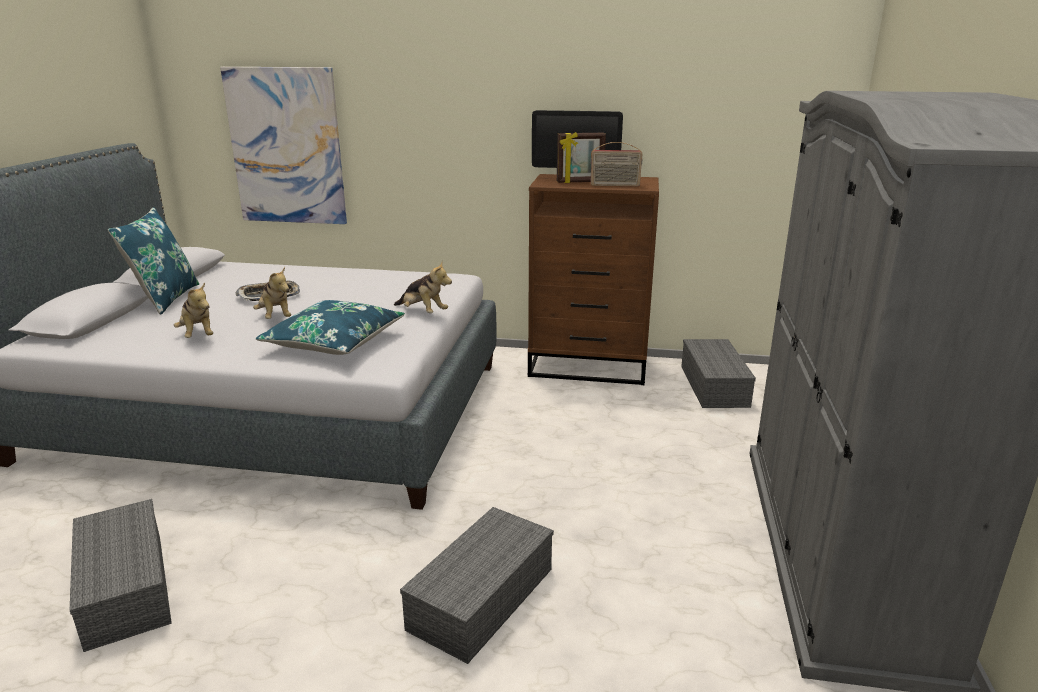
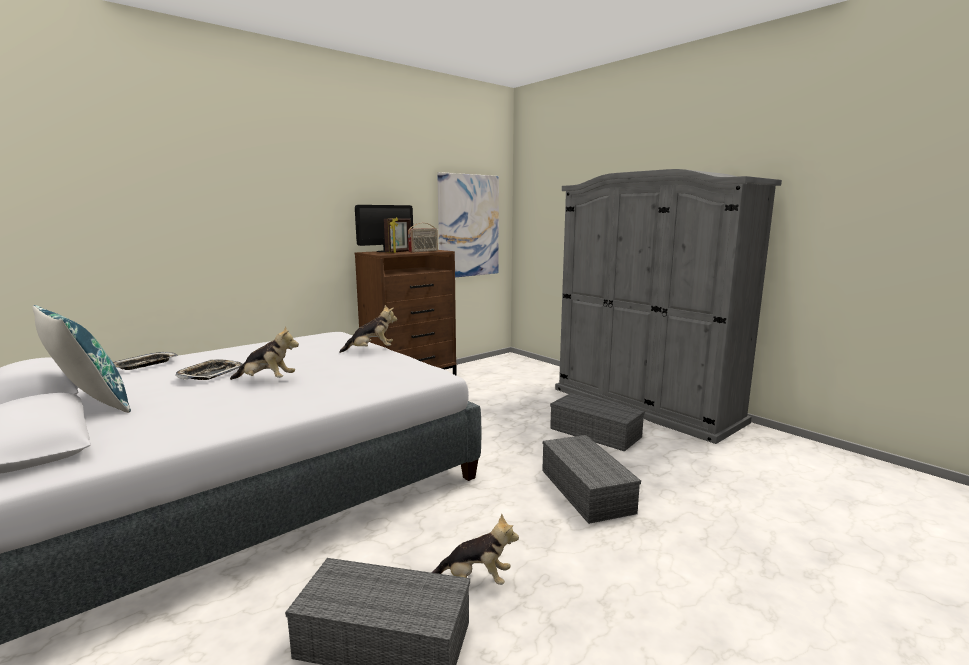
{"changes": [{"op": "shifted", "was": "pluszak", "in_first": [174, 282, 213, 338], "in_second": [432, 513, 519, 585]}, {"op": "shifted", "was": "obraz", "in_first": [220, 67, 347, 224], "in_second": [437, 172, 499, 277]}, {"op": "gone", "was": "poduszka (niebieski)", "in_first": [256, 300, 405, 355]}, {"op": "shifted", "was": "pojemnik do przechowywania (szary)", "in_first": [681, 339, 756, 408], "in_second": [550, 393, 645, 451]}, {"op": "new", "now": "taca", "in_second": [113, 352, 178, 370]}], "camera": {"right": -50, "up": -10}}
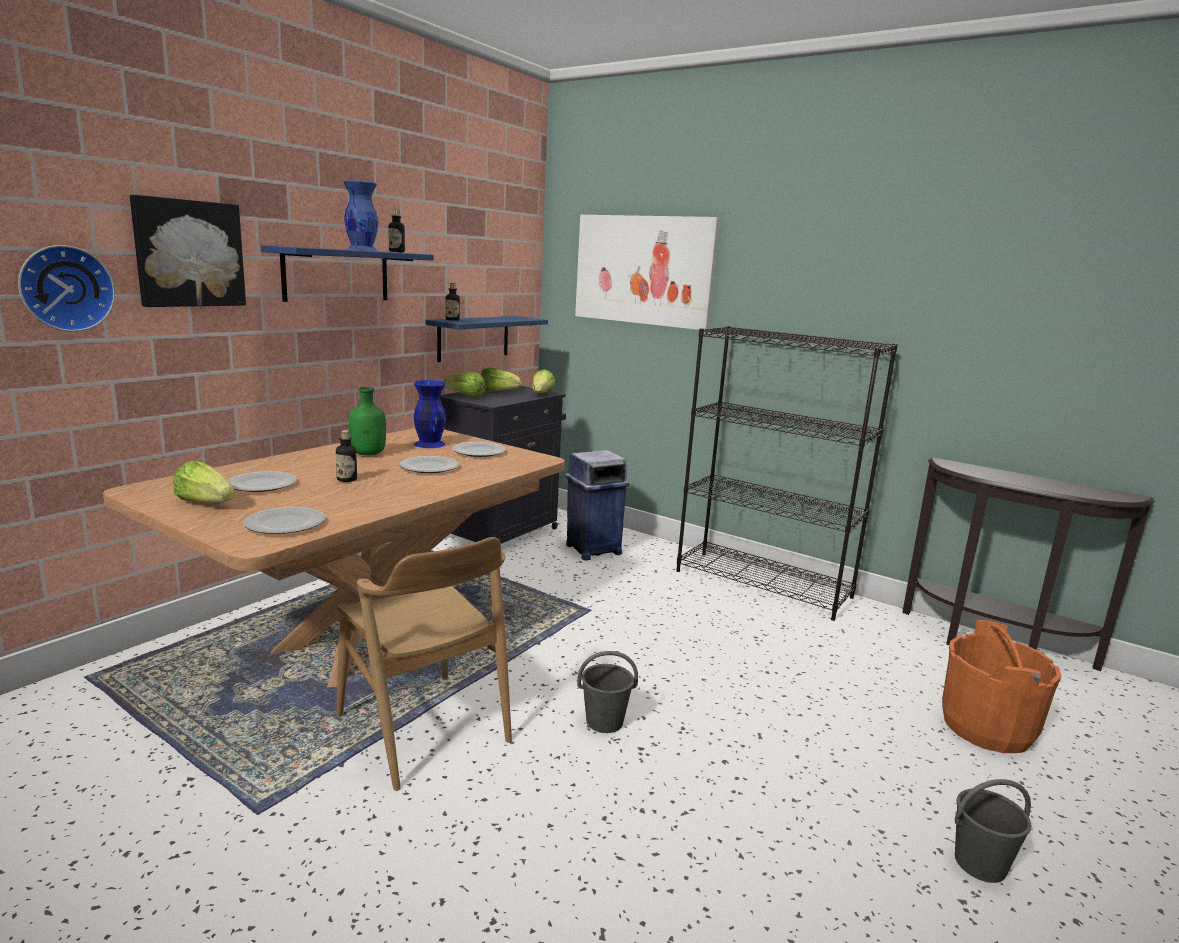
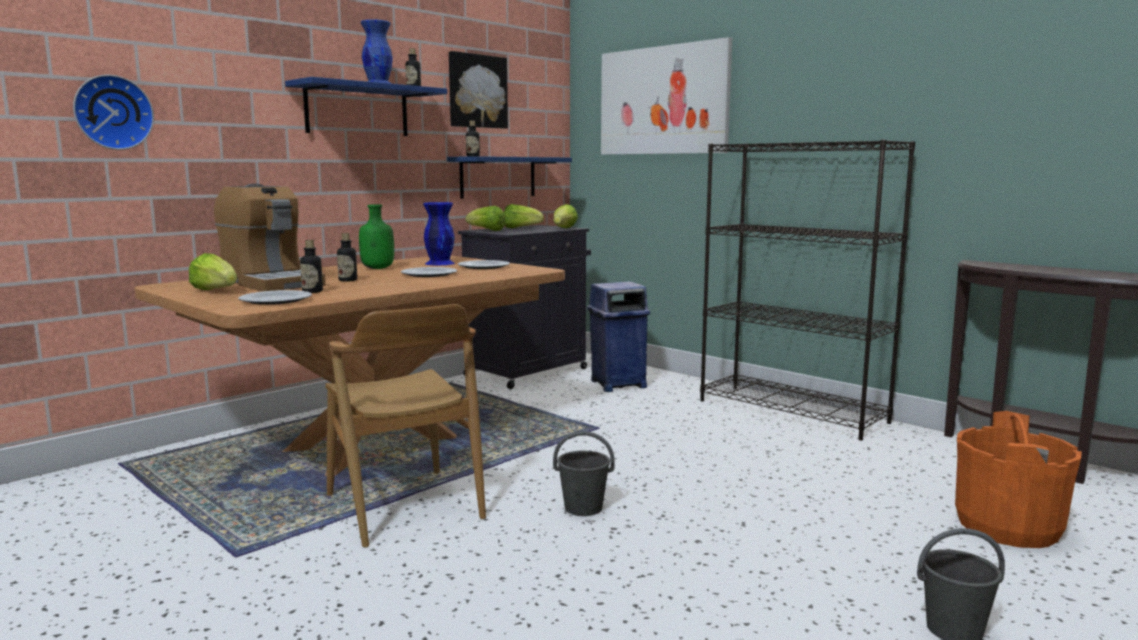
{"changes": [{"op": "shifted", "was": "obraz", "in_first": [130, 195, 246, 307], "in_second": [449, 51, 508, 129]}, {"op": "swapped", "was": "talerz", "now": "ekspres do kawy", "in_first": [228, 471, 297, 492], "in_second": [214, 184, 326, 292]}, {"op": "new", "now": "butelka", "in_second": [300, 240, 323, 293]}], "camera": {"right": 10, "up": -5}}
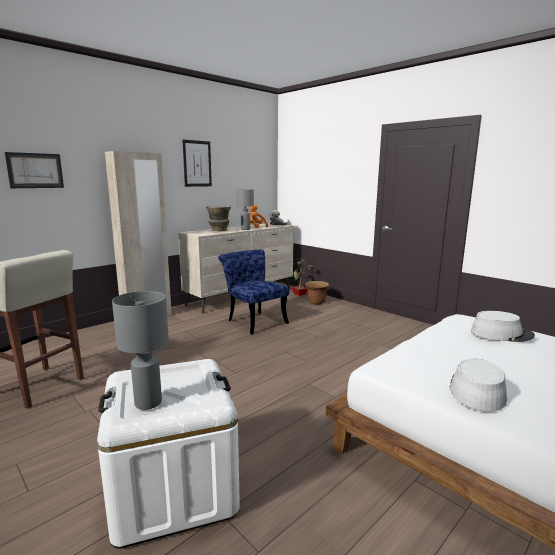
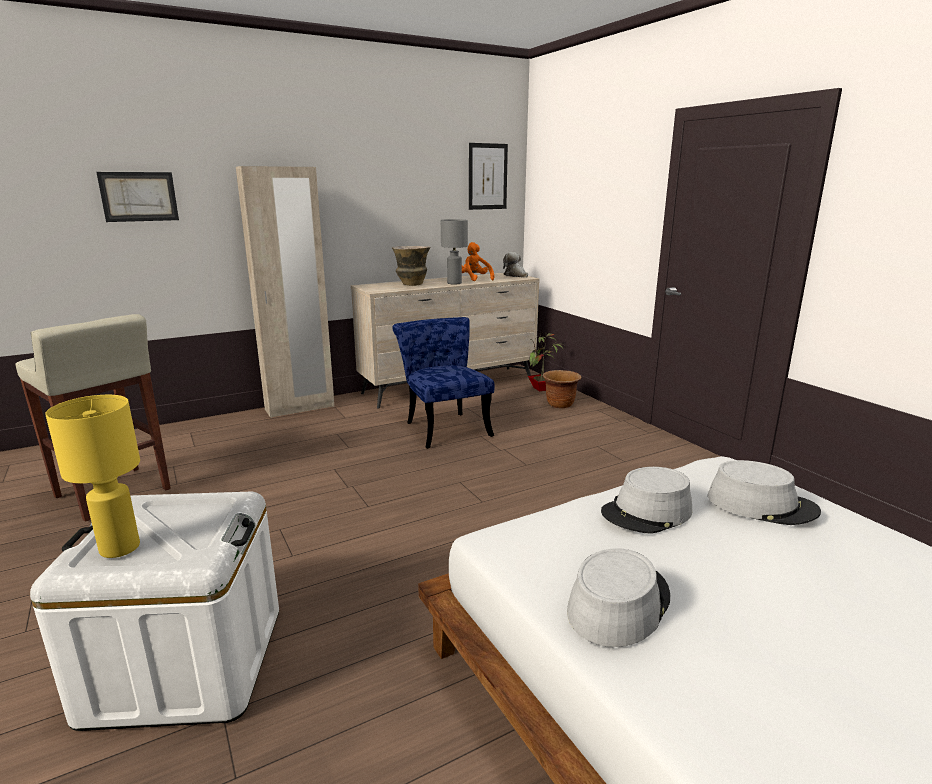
{"changes": [{"op": "repainted", "was": "lampa stołowa (szary)", "now": "lampa stołowa (żółty)", "in_first": [112, 291, 169, 410], "in_second": [45, 395, 140, 558]}, {"op": "shifted", "was": "obraz", "in_first": [182, 140, 212, 187], "in_second": [469, 143, 508, 210]}, {"op": "new", "now": "kapelusz (szary)", "in_second": [601, 467, 692, 534]}], "camera": {"right": 15, "up": 5}}
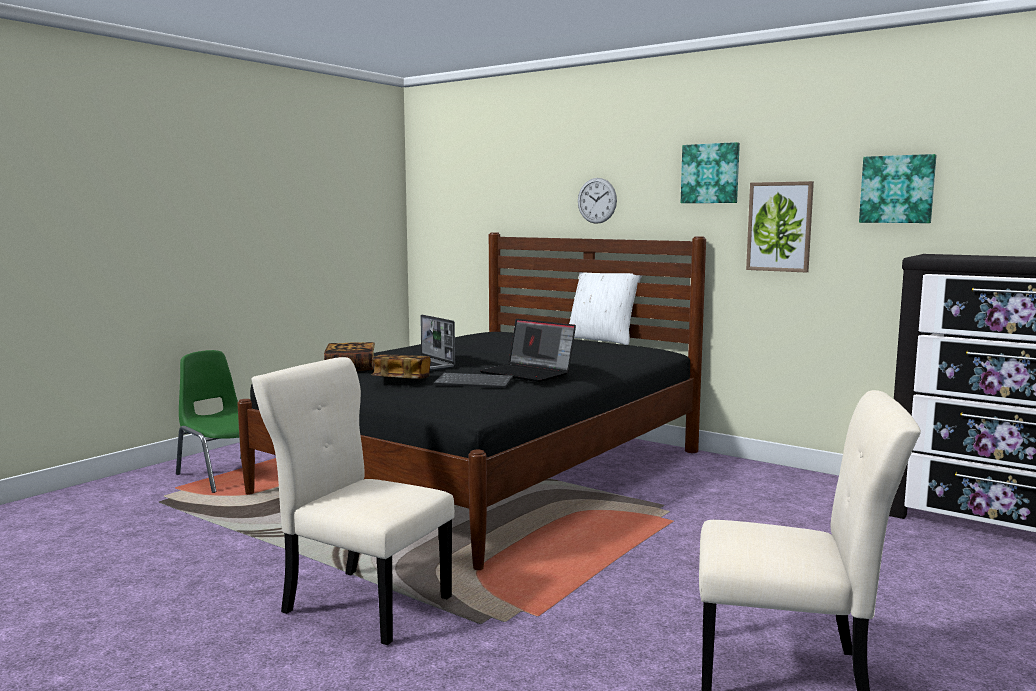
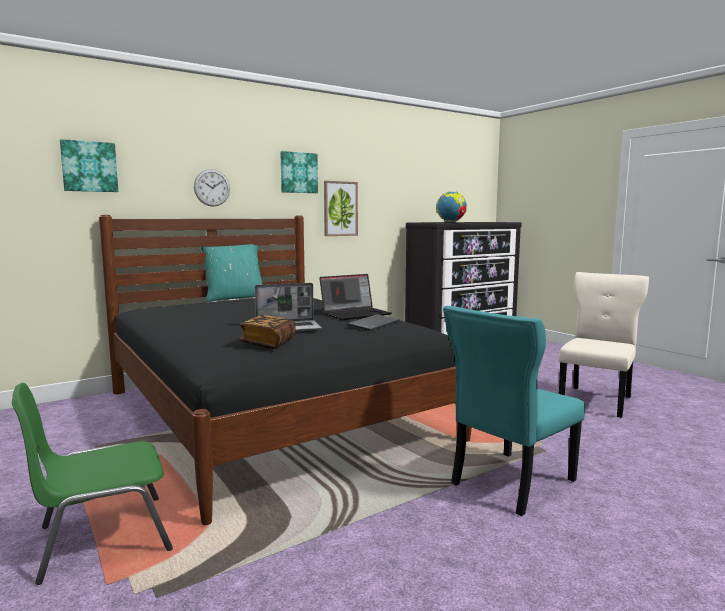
{"changes": [{"op": "repainted", "was": "krzesło (beżowy)", "now": "krzesło (turkusowy)", "in_first": [252, 357, 455, 645], "in_second": [443, 306, 585, 516]}, {"op": "gone", "was": "książka", "in_first": [372, 355, 431, 379]}, {"op": "repainted", "was": "poduszka (biały)", "now": "poduszka (turkusowy)", "in_first": [569, 272, 642, 345], "in_second": [201, 244, 262, 302]}, {"op": "shifted", "was": "obraz", "in_first": [859, 154, 937, 223], "in_second": [60, 139, 118, 192]}, {"op": "new", "now": "globus", "in_second": [436, 192, 467, 222]}], "camera": {"right": -70, "up": 0}}
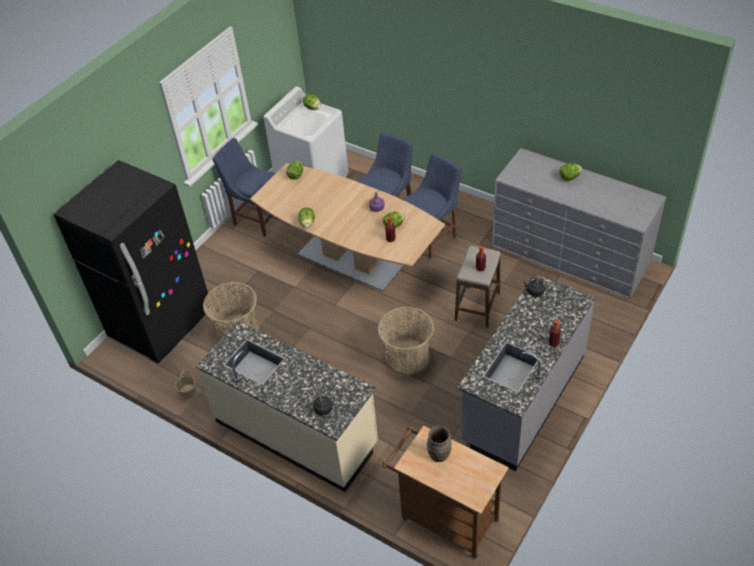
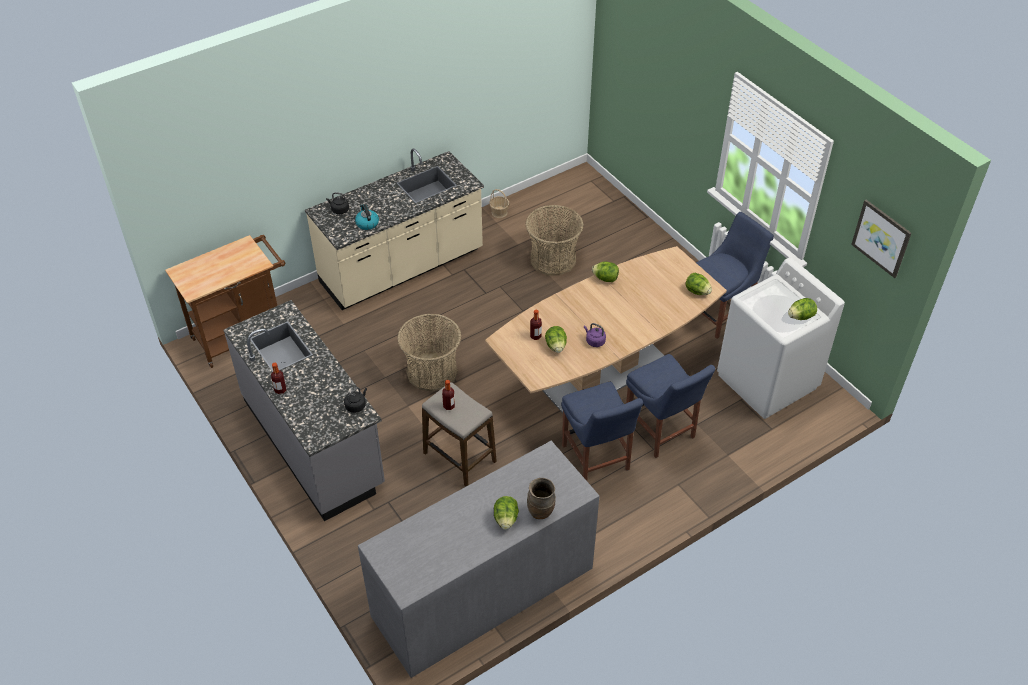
{"changes": [{"op": "gone", "was": "lodówka (czarny)", "in_first": [54, 160, 211, 364]}, {"op": "shifted", "was": "wazon (brązowy)", "in_first": [427, 425, 452, 462], "in_second": [527, 478, 556, 519]}, {"op": "new", "now": "czajnik", "in_second": [355, 204, 379, 230]}, {"op": "new", "now": "obraz", "in_second": [851, 200, 911, 278]}], "camera": {"right": 110, "up": 0}}
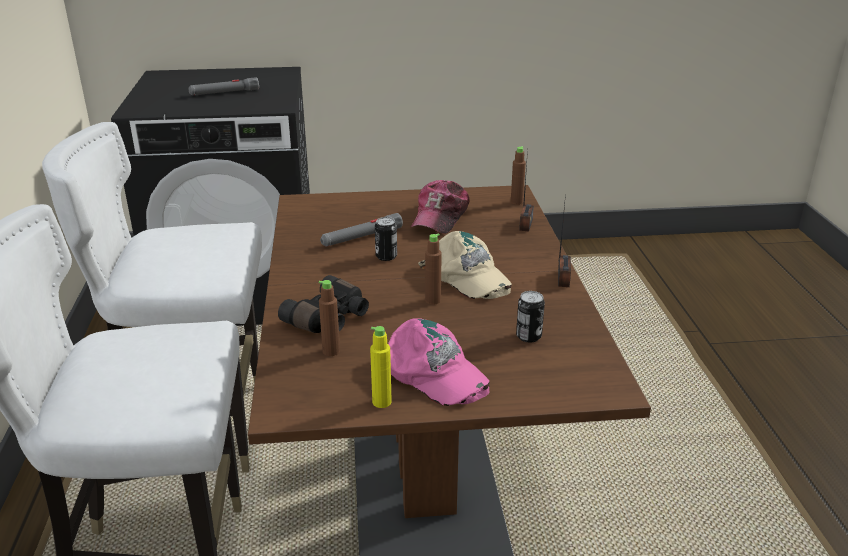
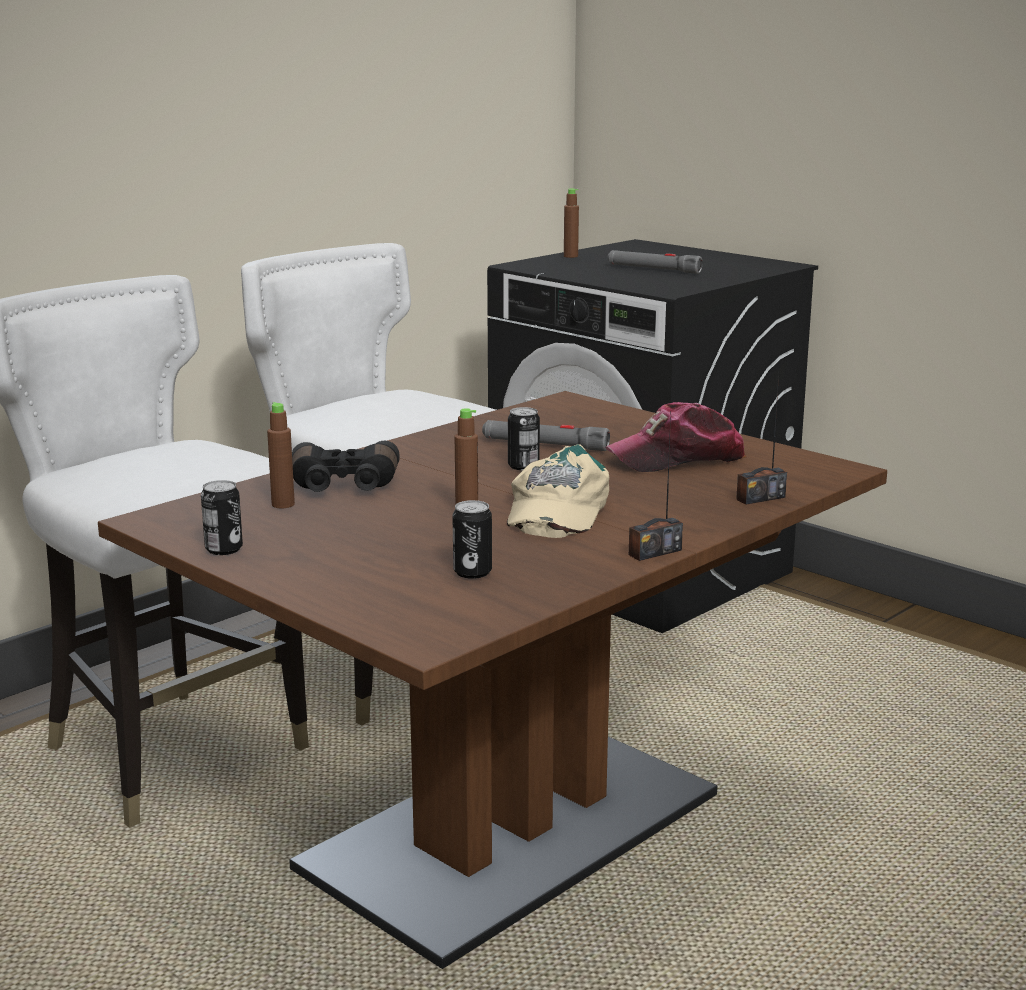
{"changes": [{"op": "swapped", "was": "butelka (żółty)", "now": "puszka", "in_first": [370, 326, 392, 408], "in_second": [201, 480, 243, 555]}, {"op": "gone", "was": "czapka z daszkiem (różowy)", "in_first": [388, 318, 490, 406]}, {"op": "shifted", "was": "butelka (brązowy)", "in_first": [511, 146, 526, 205], "in_second": [564, 189, 579, 258]}], "camera": {"right": 50, "up": -10}}
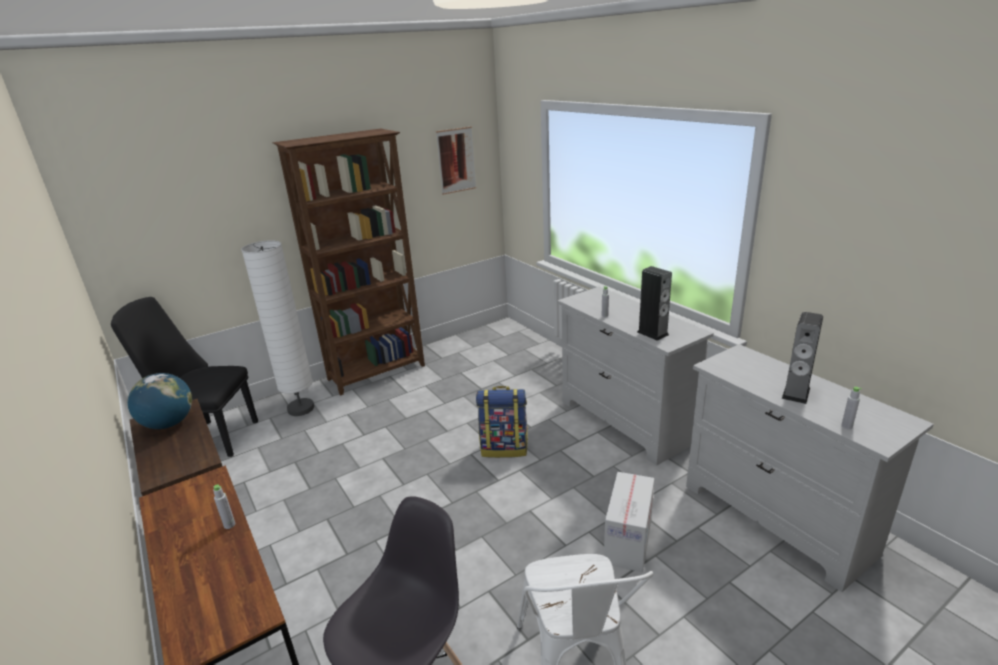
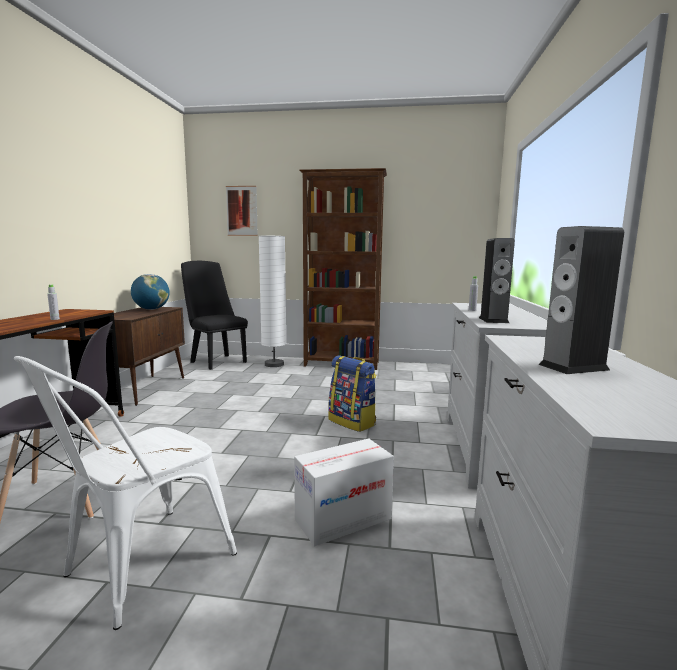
{"changes": [{"op": "shifted", "was": "obraz", "in_first": [436, 127, 476, 195], "in_second": [226, 186, 258, 236]}, {"op": "gone", "was": "butelka (szary)", "in_first": [841, 387, 862, 429]}], "camera": {"right": 40, "up": -15}}
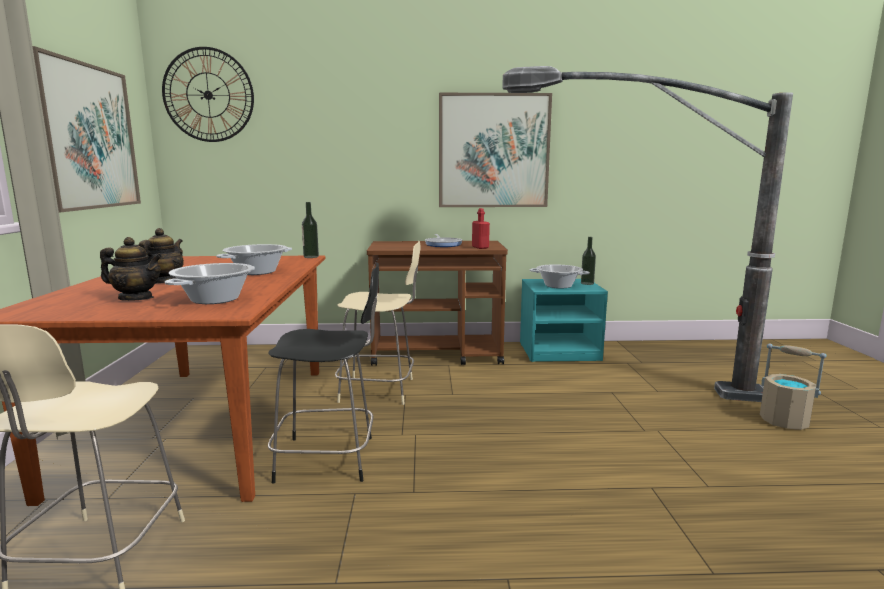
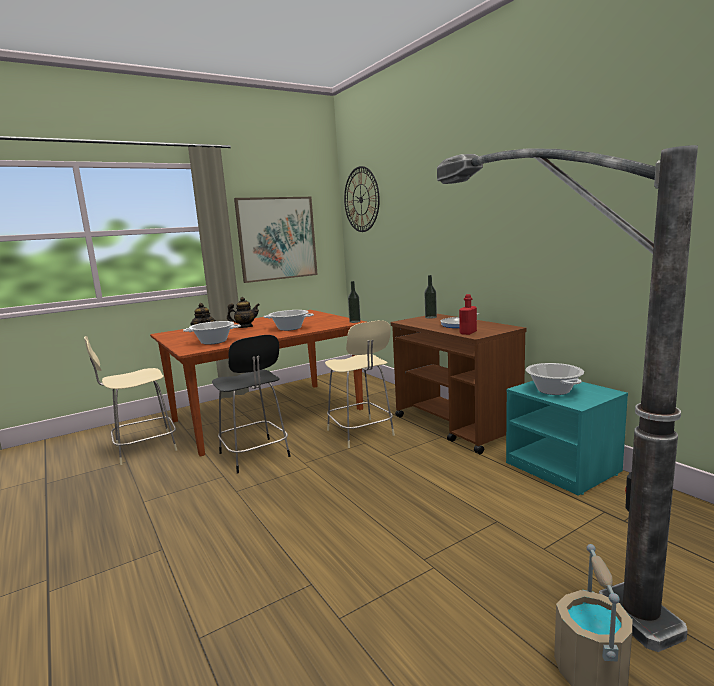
{"changes": [{"op": "gone", "was": "obraz", "in_first": [439, 93, 552, 207]}, {"op": "shifted", "was": "butelka", "in_first": [581, 237, 596, 285], "in_second": [424, 275, 437, 319]}], "camera": {"right": 60, "up": 0}}
